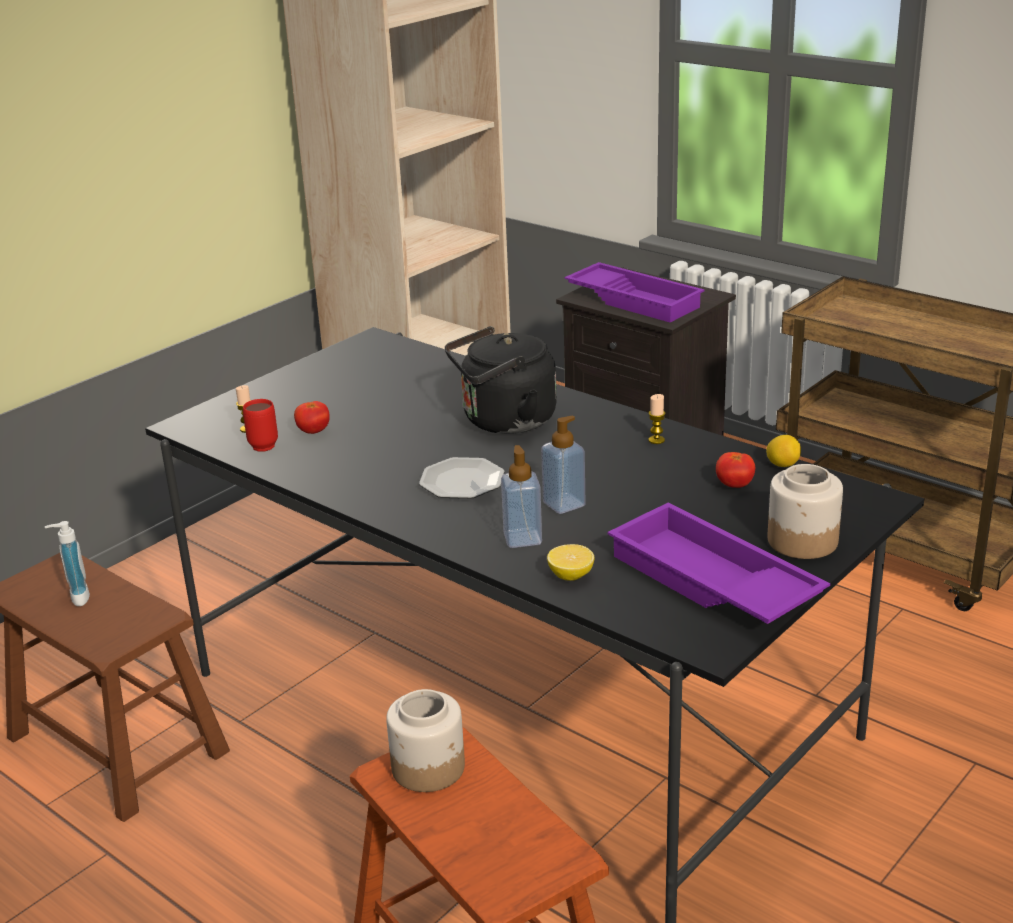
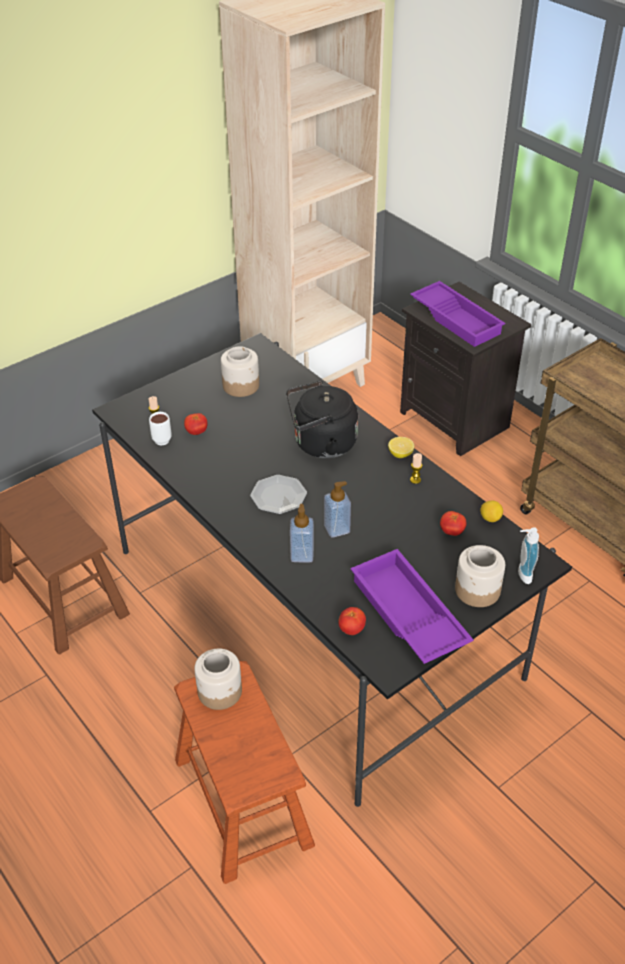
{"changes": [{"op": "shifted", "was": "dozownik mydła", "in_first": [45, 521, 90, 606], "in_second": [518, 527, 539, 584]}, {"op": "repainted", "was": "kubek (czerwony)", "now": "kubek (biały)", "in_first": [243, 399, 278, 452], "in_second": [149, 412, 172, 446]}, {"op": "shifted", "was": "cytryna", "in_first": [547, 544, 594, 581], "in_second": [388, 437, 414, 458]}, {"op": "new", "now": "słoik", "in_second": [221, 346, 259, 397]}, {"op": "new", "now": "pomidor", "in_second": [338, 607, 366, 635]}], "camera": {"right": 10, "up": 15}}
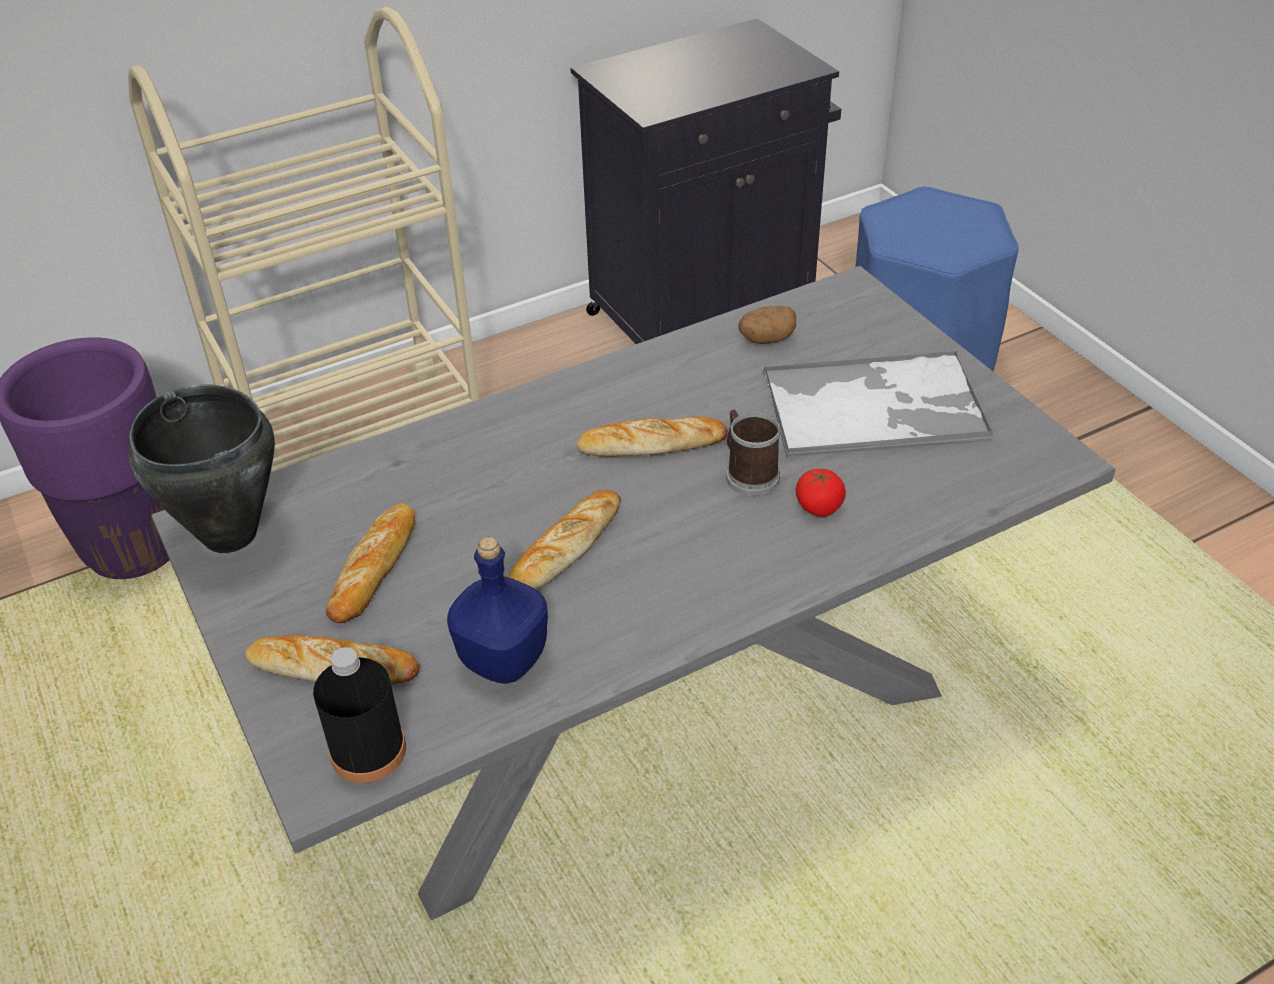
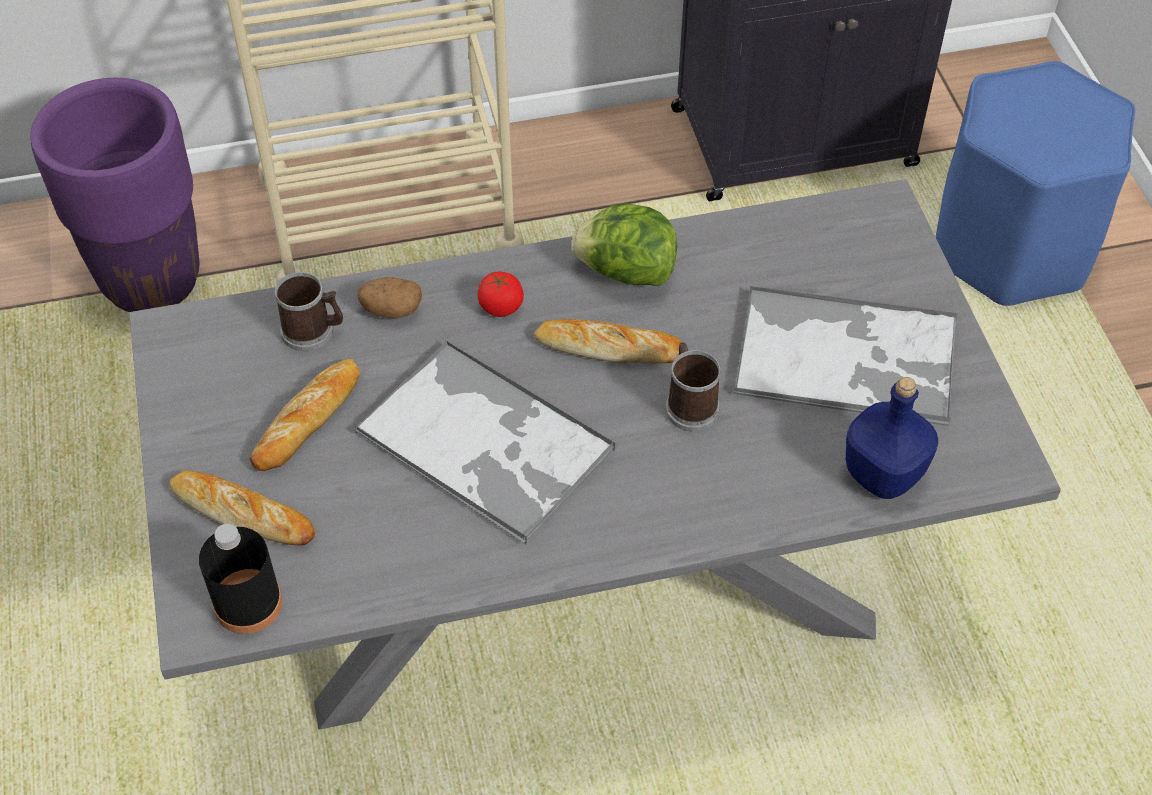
{"changes": [{"op": "gone", "was": "garnek (czarny)", "in_first": [129, 384, 275, 553]}, {"op": "shifted", "was": "butelka (niebieski)", "in_first": [447, 537, 548, 684], "in_second": [846, 377, 938, 499]}, {"op": "swapped", "was": "chleb", "now": "taca", "in_first": [508, 490, 621, 590], "in_second": [355, 340, 615, 545]}, {"op": "shifted", "was": "ziemniak", "in_first": [738, 306, 796, 344], "in_second": [358, 277, 422, 318]}, {"op": "shifted", "was": "pomidor", "in_first": [796, 469, 846, 517], "in_second": [478, 271, 524, 317]}, {"op": "new", "now": "kubek", "in_second": [274, 272, 343, 351]}, {"op": "new", "now": "sałata", "in_second": [571, 204, 677, 286]}], "camera": {"right": 15, "up": 10}}
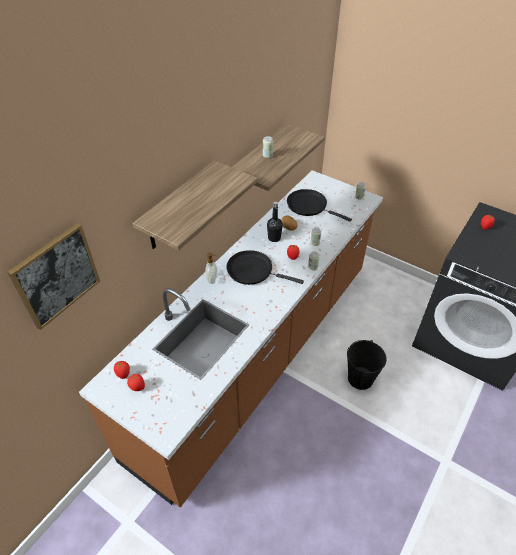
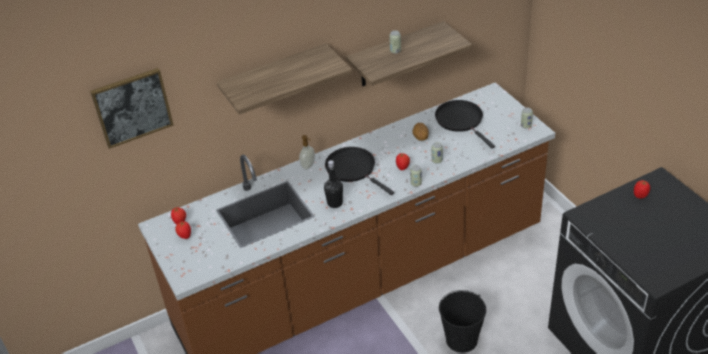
{"changes": [{"op": "shifted", "was": "butelka (czarny)", "in_first": [267, 201, 283, 242], "in_second": [324, 160, 343, 208]}], "camera": {"right": 30, "up": -5}}
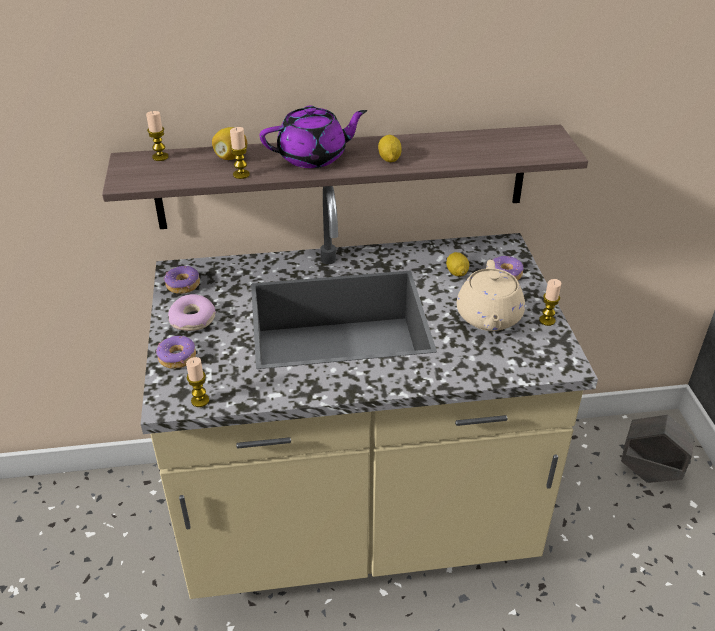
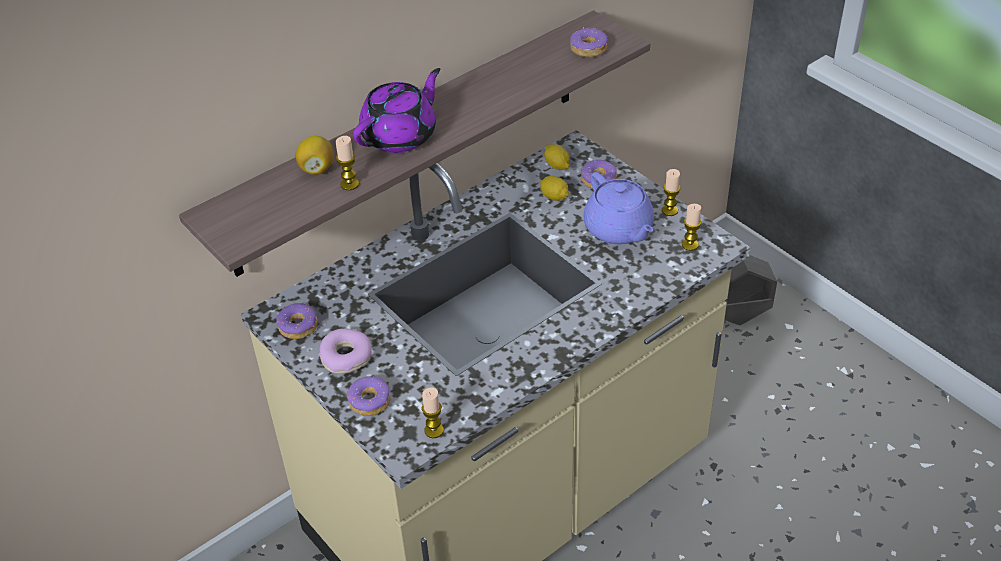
{"changes": [{"op": "shifted", "was": "świeca", "in_first": [146, 111, 169, 161], "in_second": [682, 204, 701, 251]}, {"op": "shifted", "was": "cytryna", "in_first": [378, 135, 402, 162], "in_second": [544, 144, 570, 170]}, {"op": "repainted", "was": "imbryk (beżowy)", "now": "imbryk (fioletowy)", "in_first": [457, 260, 525, 331], "in_second": [584, 172, 654, 245]}, {"op": "new", "now": "donut", "in_second": [570, 27, 608, 57]}], "camera": {"right": -30, "up": 5}}
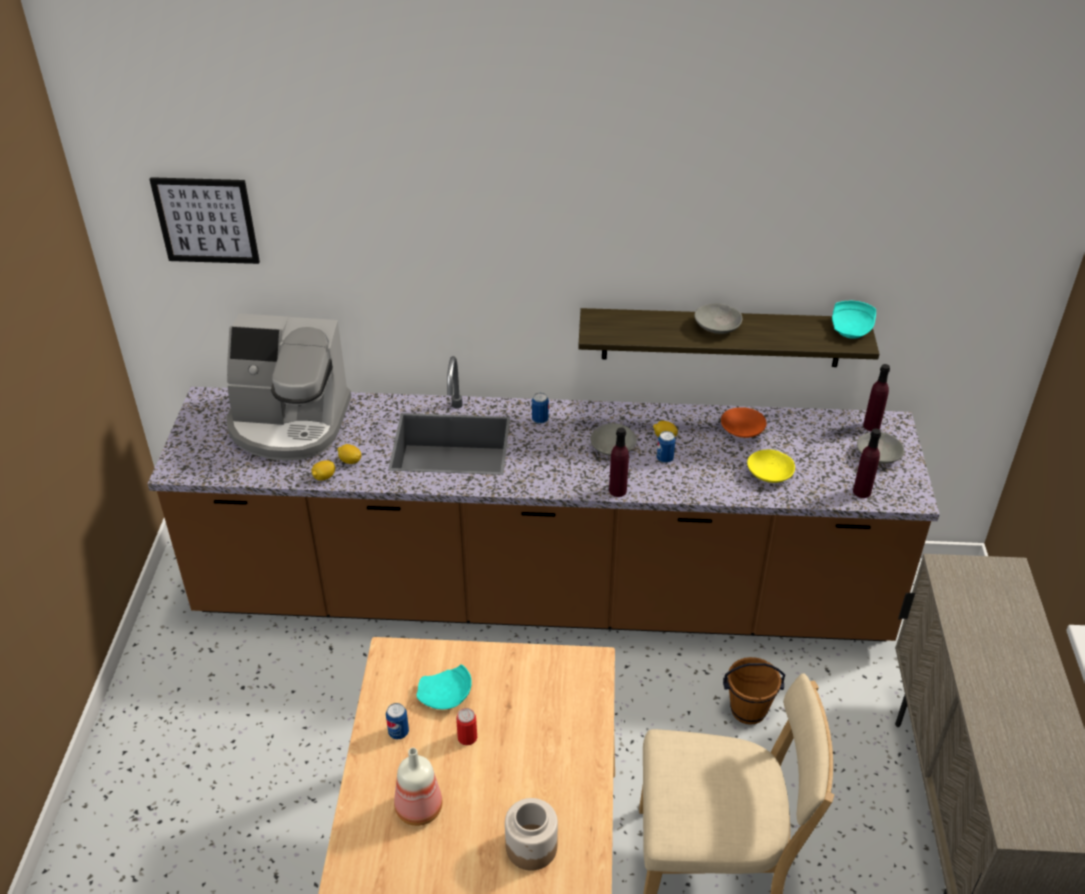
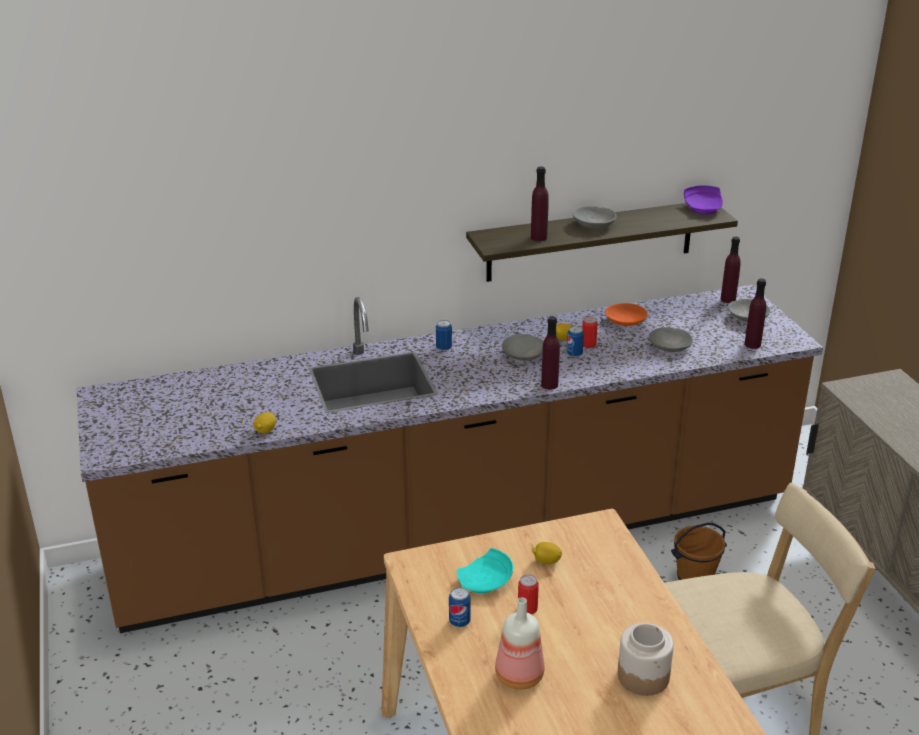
{"changes": [{"op": "gone", "was": "obraz", "in_first": [149, 177, 260, 264]}, {"op": "gone", "was": "ekspres do kawy", "in_first": [226, 314, 351, 460]}, {"op": "shifted", "was": "cytryna", "in_first": [337, 444, 362, 464], "in_second": [532, 542, 562, 564]}, {"op": "repainted", "was": "miska (żółty)", "now": "miska (szary)", "in_first": [747, 449, 795, 483], "in_second": [649, 327, 693, 352]}, {"op": "repainted", "was": "talerz (turkusowy)", "now": "talerz (fioletowy)", "in_first": [832, 301, 876, 339], "in_second": [684, 185, 723, 215]}, {"op": "new", "now": "butelka (fioletowy)", "in_second": [531, 167, 549, 241]}, {"op": "new", "now": "puszka", "in_second": [582, 316, 598, 348]}], "camera": {"right": -20, "up": -10}}
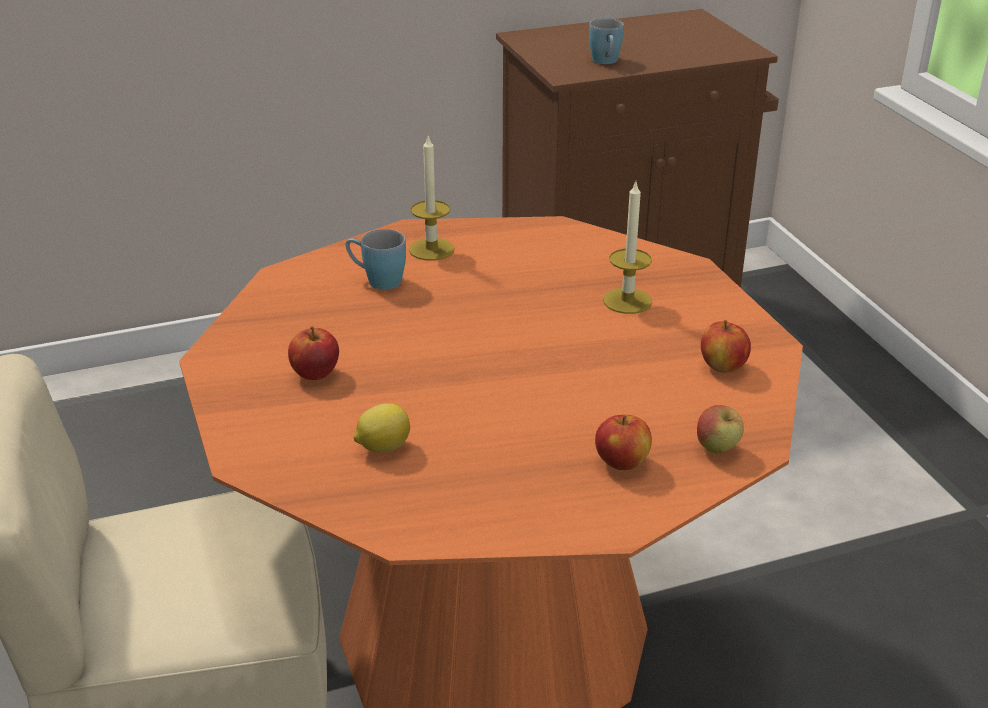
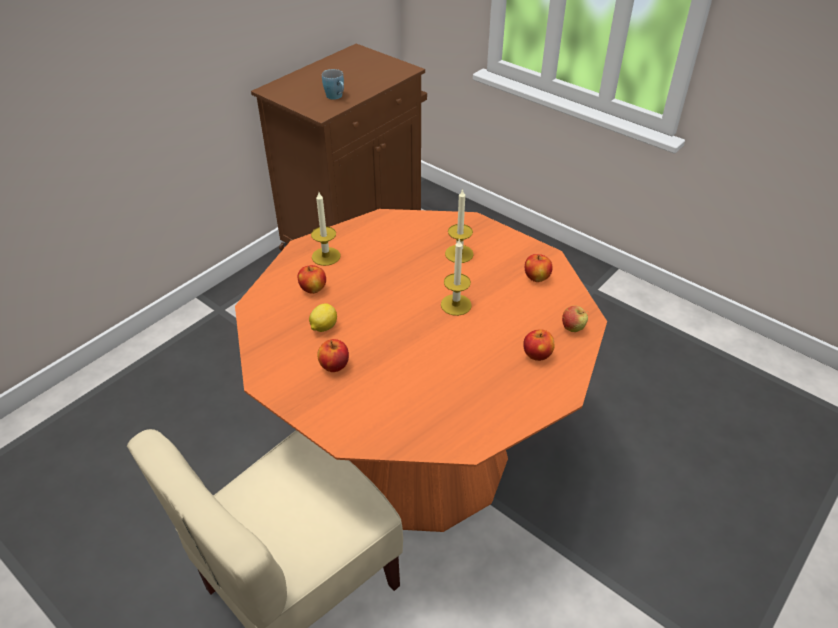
{"changes": [{"op": "swapped", "was": "kubek (niebieski)", "now": "jabłko", "in_first": [345, 229, 406, 290], "in_second": [298, 265, 326, 294]}, {"op": "shifted", "was": "cytryna", "in_first": [354, 403, 410, 453], "in_second": [309, 303, 337, 332]}, {"op": "new", "now": "świeca", "in_second": [441, 238, 472, 316]}], "camera": {"right": -30, "up": 10}}
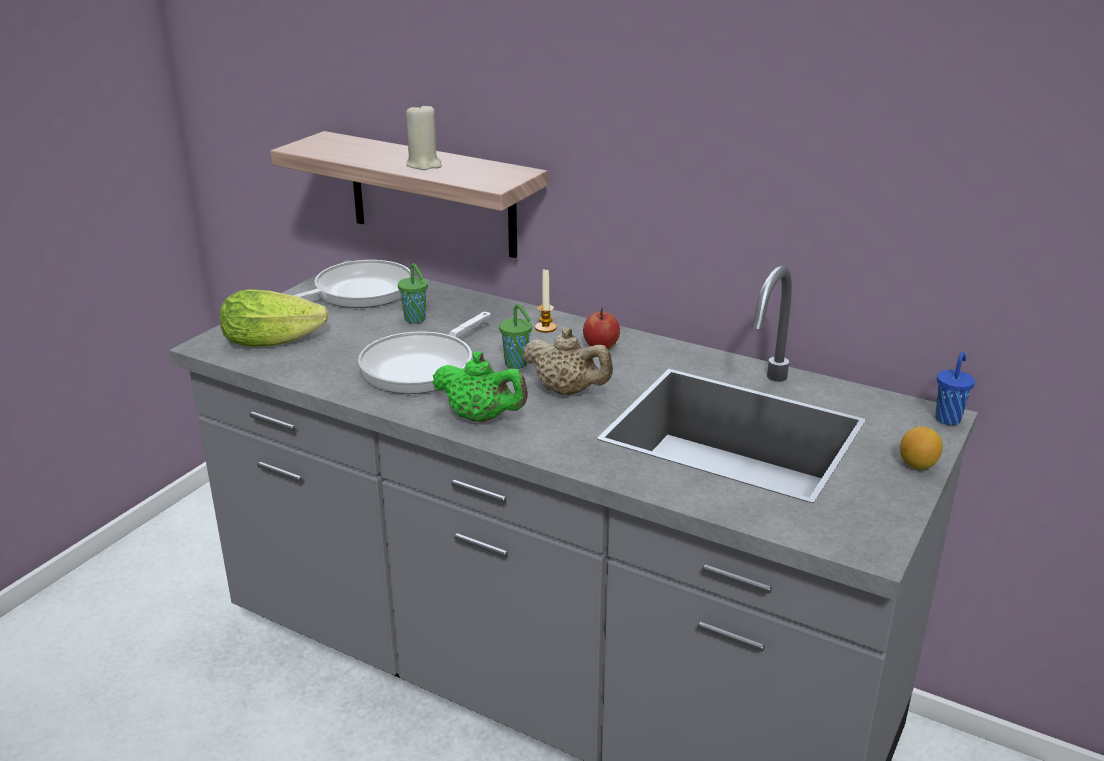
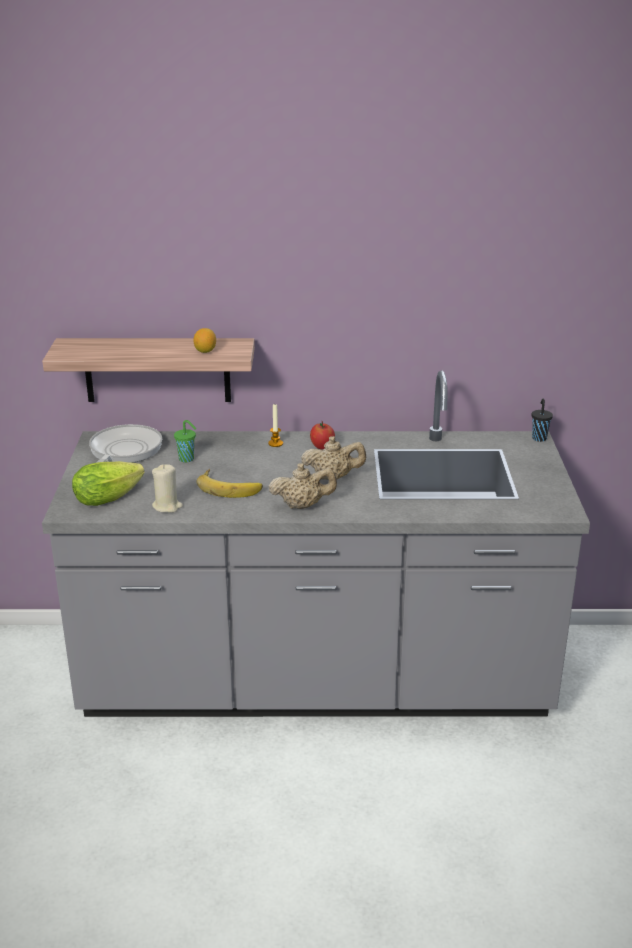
{"changes": [{"op": "swapped", "was": "patelnia", "now": "banan", "in_first": [358, 312, 491, 394], "in_second": [196, 469, 263, 498]}, {"op": "shifted", "was": "świeca (beżowy)", "in_first": [406, 102, 442, 170], "in_second": [152, 464, 183, 513]}, {"op": "repainted", "was": "imbryk (zielony)", "now": "imbryk (beżowy)", "in_first": [432, 351, 528, 422], "in_second": [268, 463, 337, 509]}, {"op": "gone", "was": "filiżanka (zielony)", "in_first": [499, 304, 532, 369]}, {"op": "shifted", "was": "cytryna", "in_first": [900, 426, 943, 470], "in_second": [194, 328, 216, 353]}, {"op": "repainted", "was": "filiżanka (niebieski)", "now": "filiżanka (czarny)", "in_first": [935, 352, 975, 425], "in_second": [532, 399, 553, 442]}], "camera": {"right": -30, "up": 0}}
